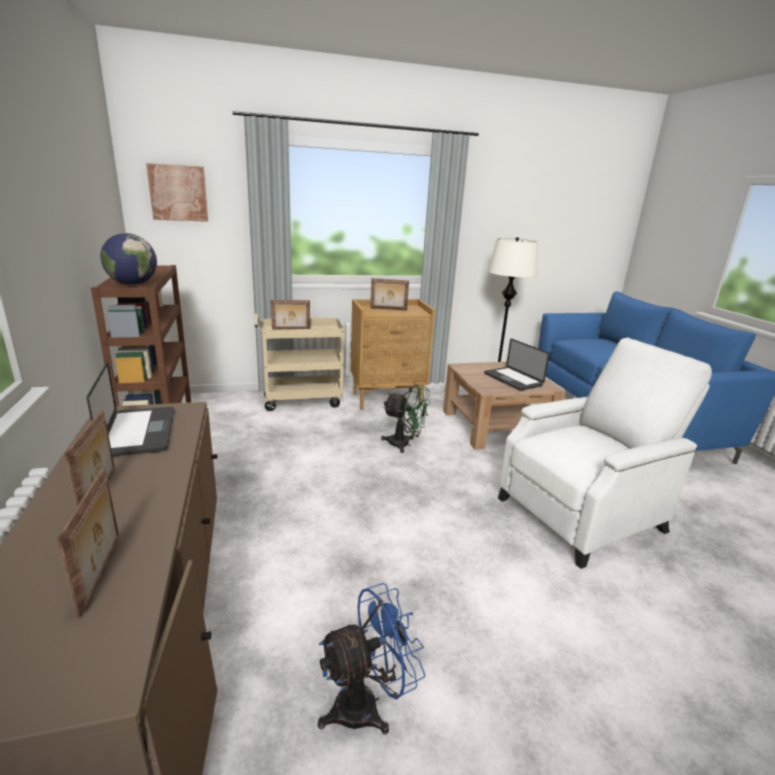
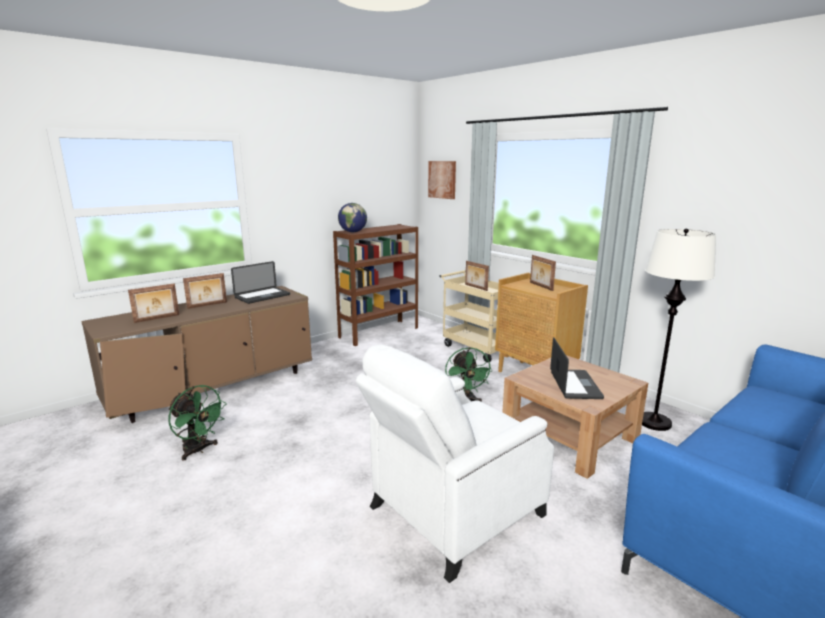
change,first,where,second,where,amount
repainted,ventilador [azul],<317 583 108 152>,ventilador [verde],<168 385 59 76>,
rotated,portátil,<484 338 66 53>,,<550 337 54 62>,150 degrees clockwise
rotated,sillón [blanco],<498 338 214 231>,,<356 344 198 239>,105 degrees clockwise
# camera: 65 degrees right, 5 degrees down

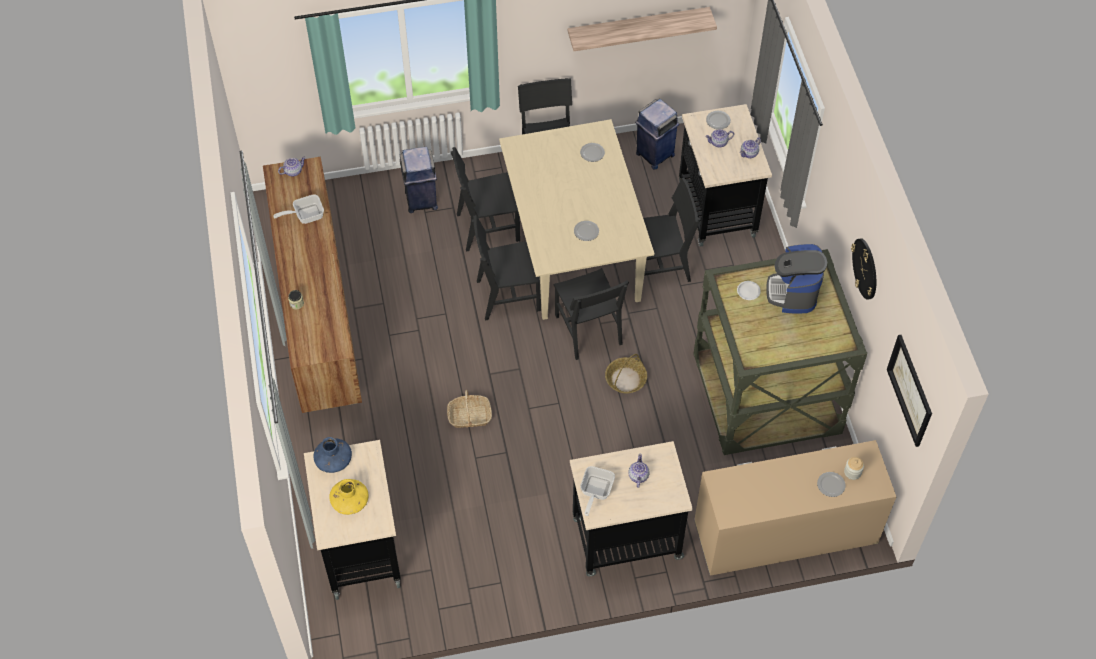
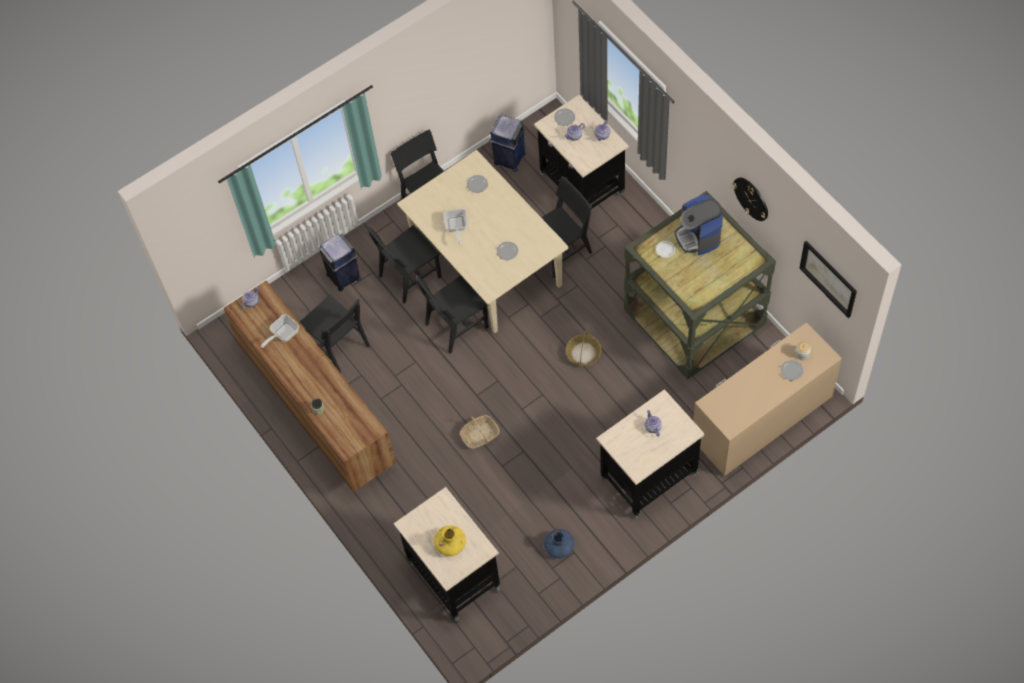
change,first,where,second,where,amount
shifted,florero [azul],<313 437 39 36>,,<544 529 30 29>,
shifted,silla [negro],<554 268 75 92>,,<299 294 71 79>,
gone,estante,<568 7 149 44>,,,
shifted,sartén,<580 466 35 50>,,<444 208 24 36>,
# camera: 20 degrees left, 5 degrees up

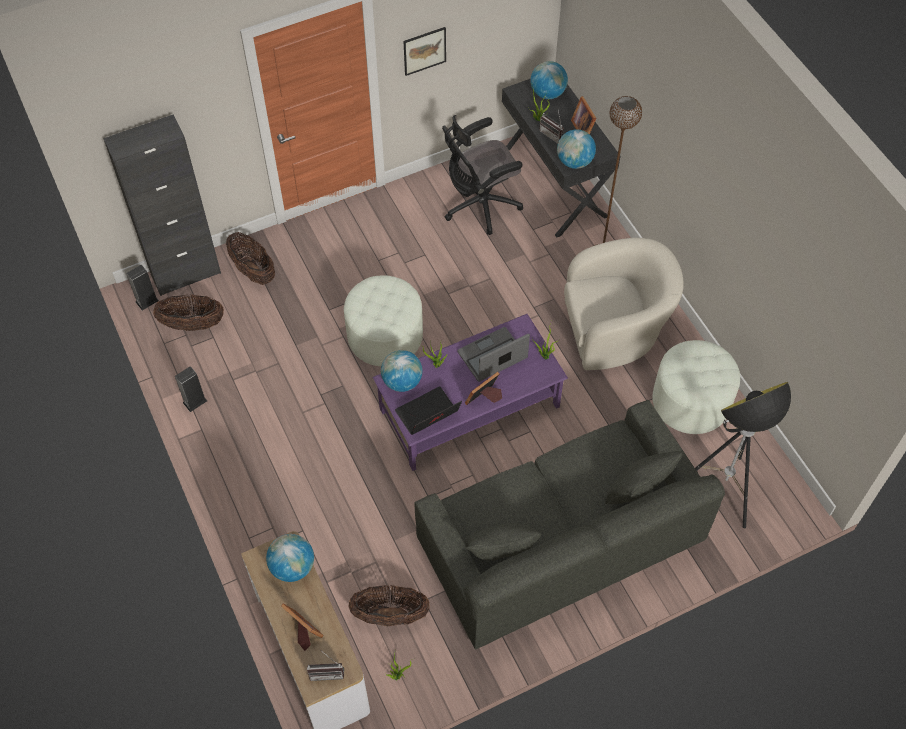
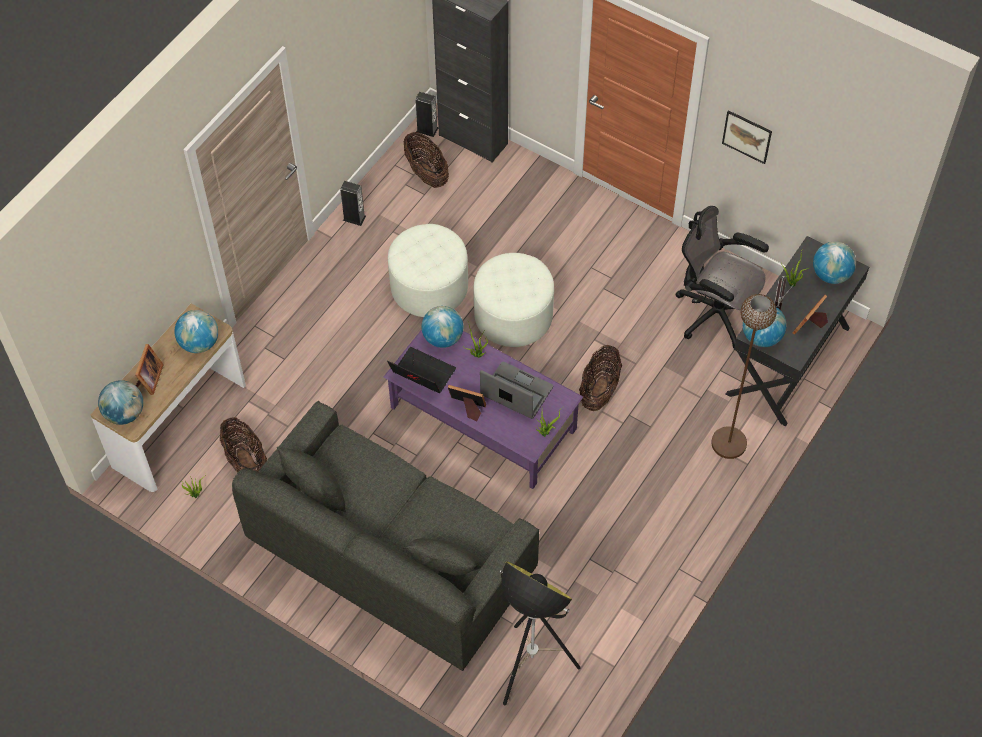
change,first,where,second,where,amount
shifted,cesta,<226 232 49 53>,,<579 345 43 66>,
swapped,radio,<307 650 37 31>,globo terráqueo,<98 380 45 45>,
gone,sillón [beis],<564 238 120 132>,,,
shifted,puf [blanco],<652 340 88 94>,,<388 224 80 93>,
# camera: 60 degrees right, 0 degrees up

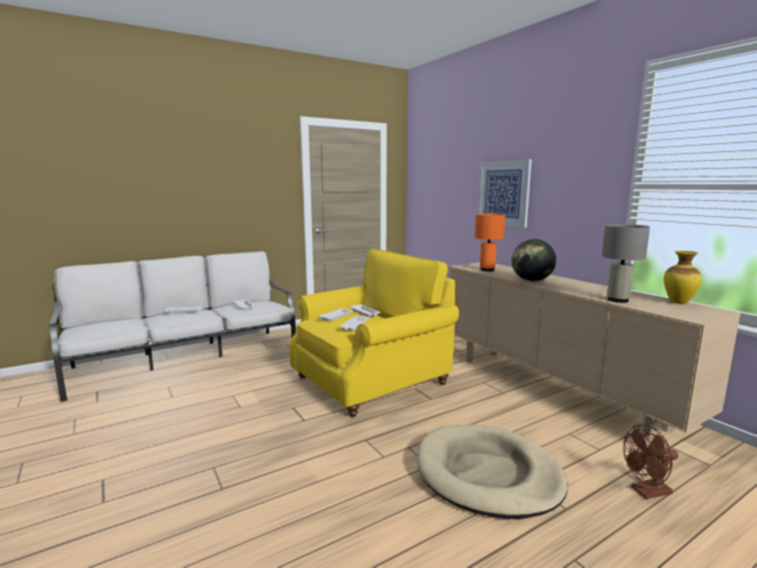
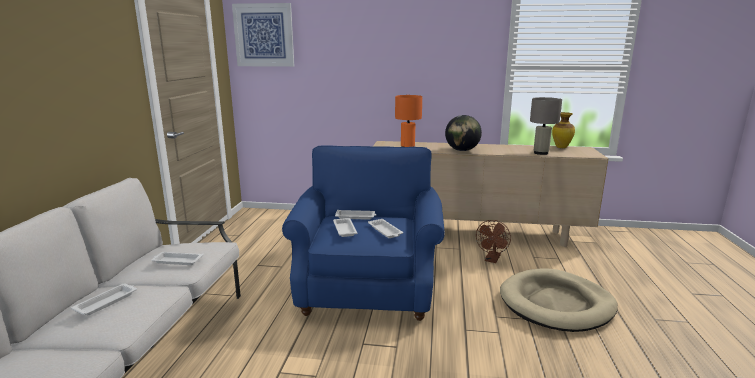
change,first,where,second,where,amount
repainted,sillón [amarillo],<289 248 170 169>,sillón [azul],<282 145 163 176>,
shifted,cuadro,<478 159 54 69>,,<232 3 63 64>,
shifted,ventilador [marrón],<623 424 55 75>,,<476 220 35 43>,
# camera: 50 degrees left, 5 degrees up

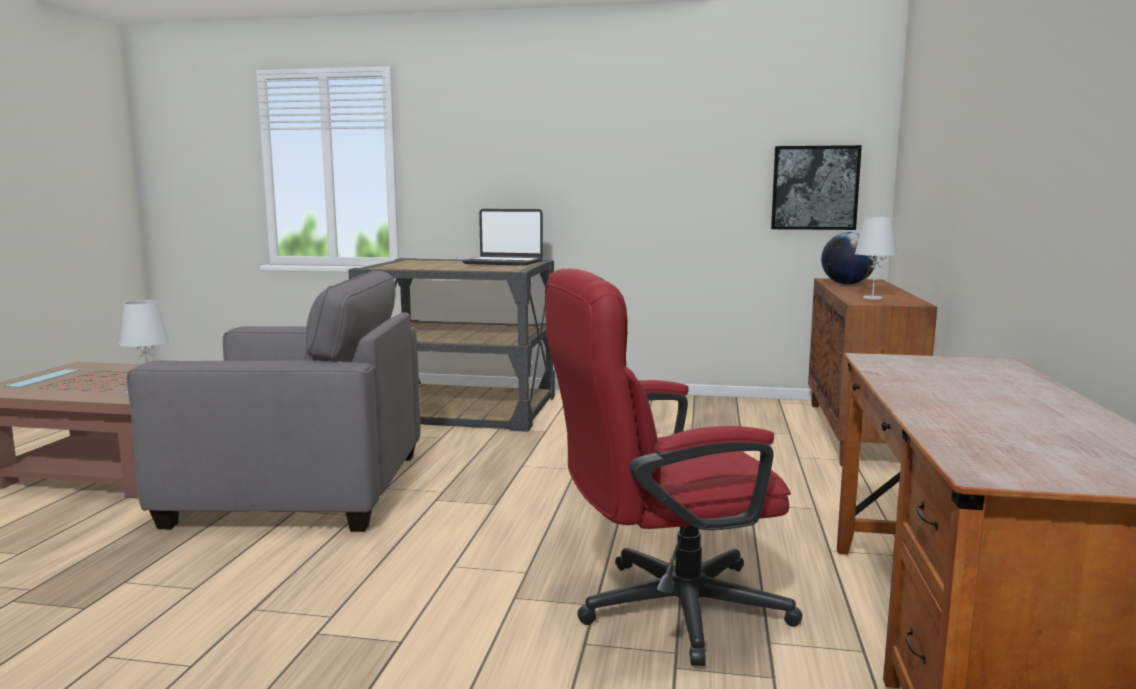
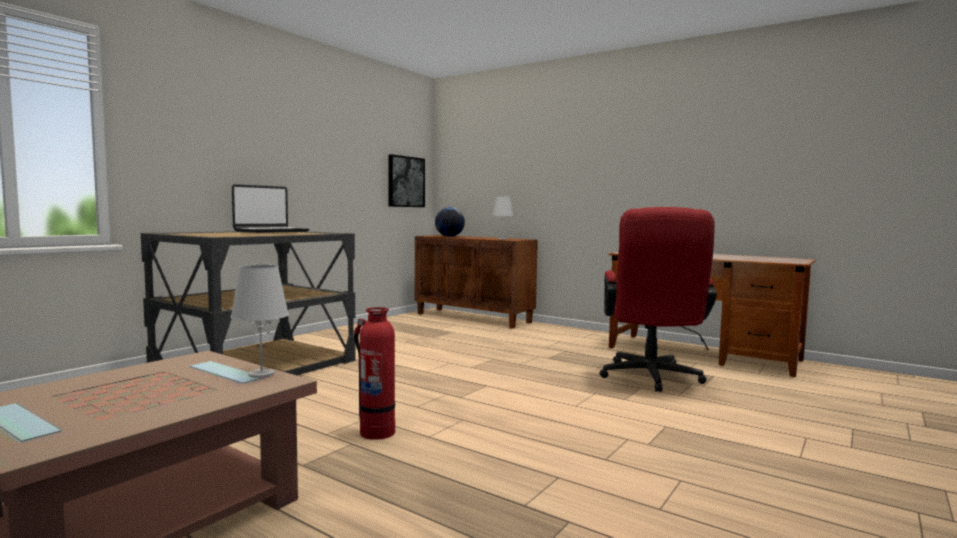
change,first,where,second,where,amount
swapped,sillón [gris],<127 270 294 262>,extintor,<354 307 41 133>,
# camera: 65 degrees left, 5 degrees down

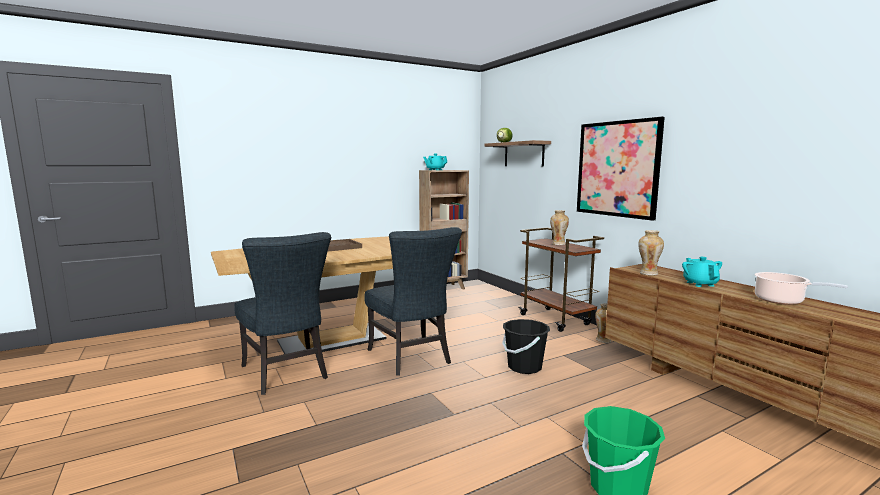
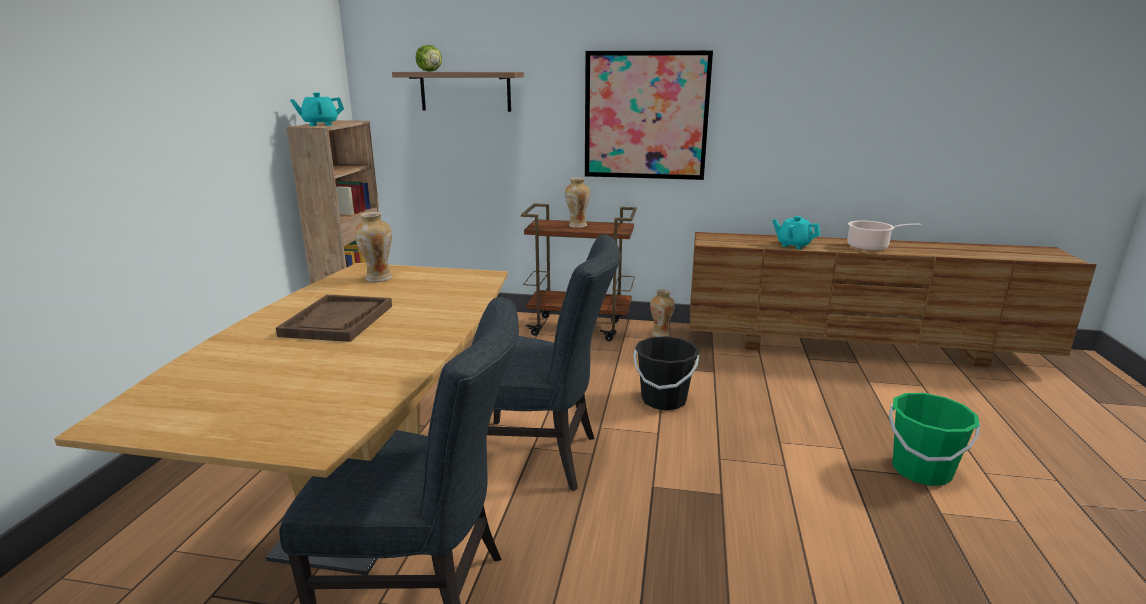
change,first,where,second,where,amount
shifted,florero,<638 230 26 46>,,<354 212 38 70>,
# camera: 50 degrees left, 10 degrees up

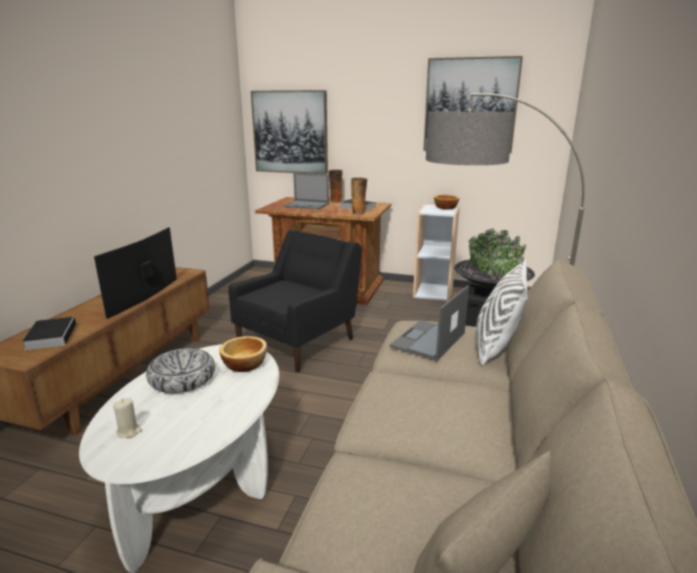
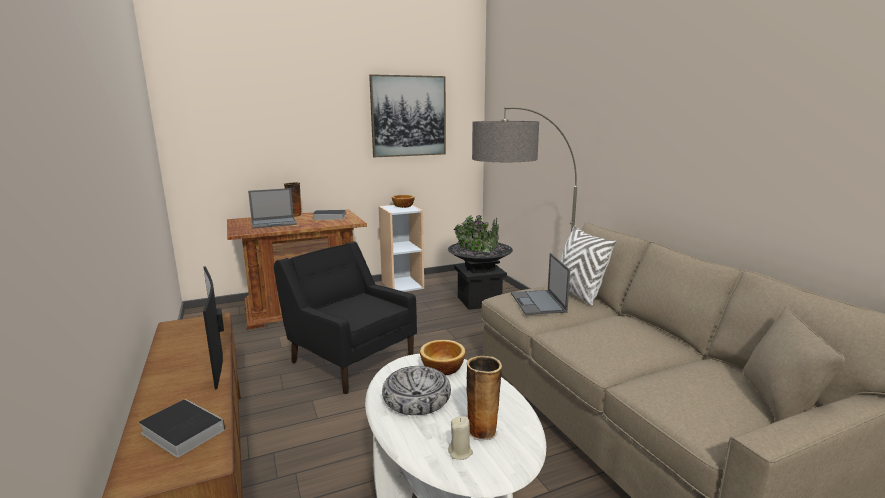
change,first,where,second,where,amount
rotated,sillón [negro],<228 230 134 142>,,<274 241 143 153>,45 degrees counterclockwise
gone,cuadro,<251 90 77 84>,,,
shifted,florero,<351 177 16 38>,,<467 356 35 85>,
# camera: 40 degrees left, 5 degrees down

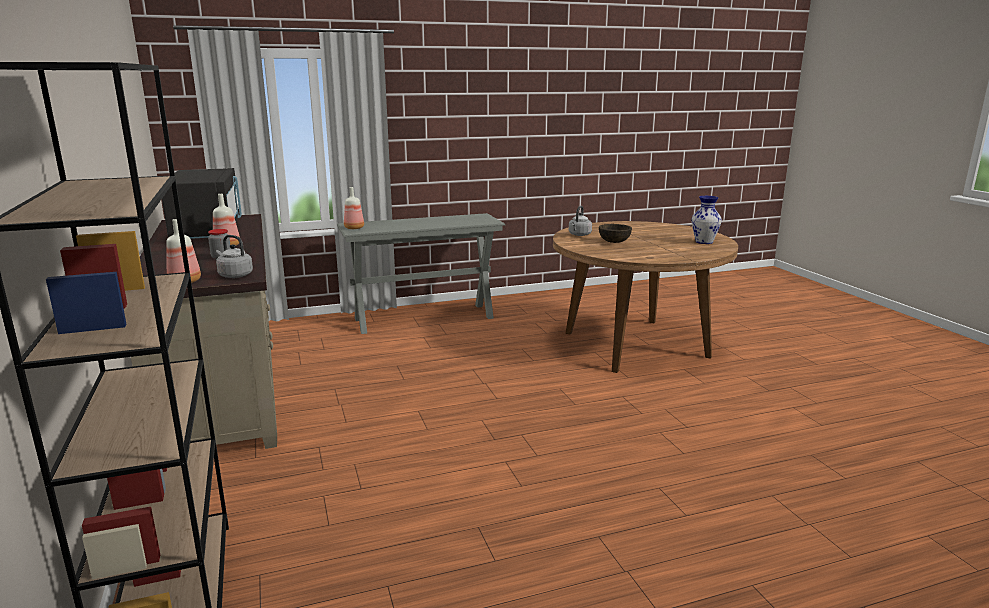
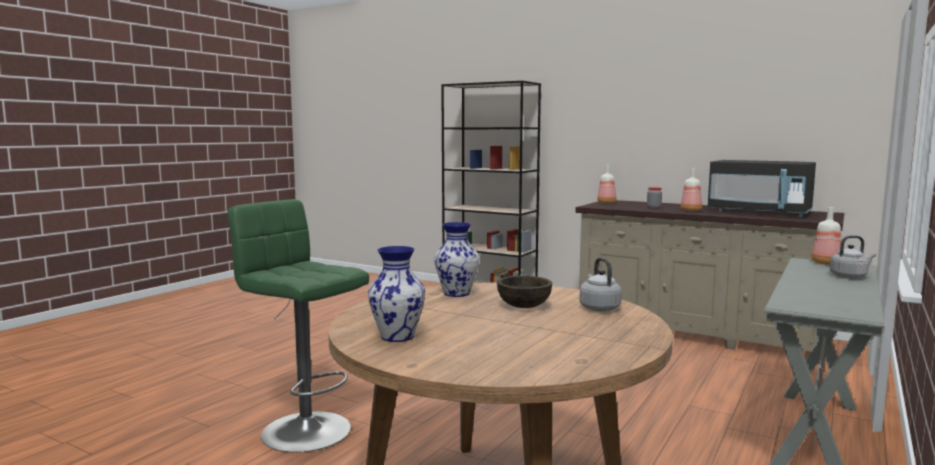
change,first,where,second,where,amount
shifted,hervidor [gris],<216 235 37 43>,,<829 235 47 43>,
new,,,taburete [verde],<228 199 141 253>,
new,,,florero,<434 222 45 75>,
# camera: 140 degrees right, 10 degrees down

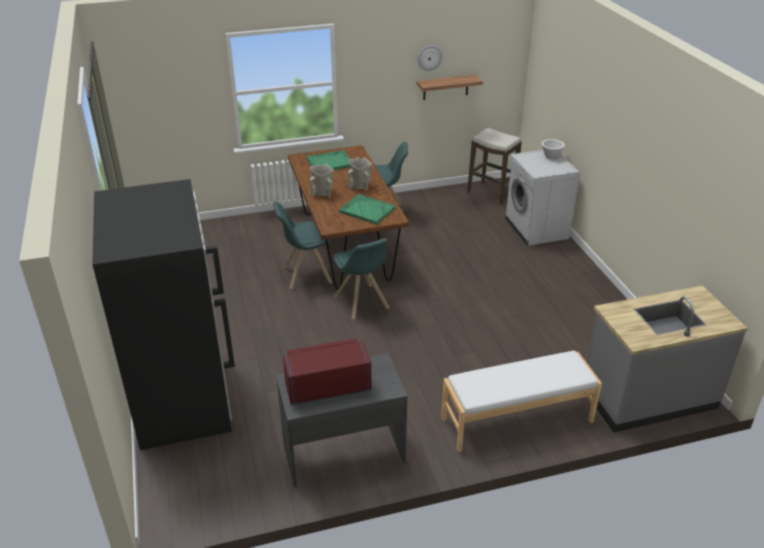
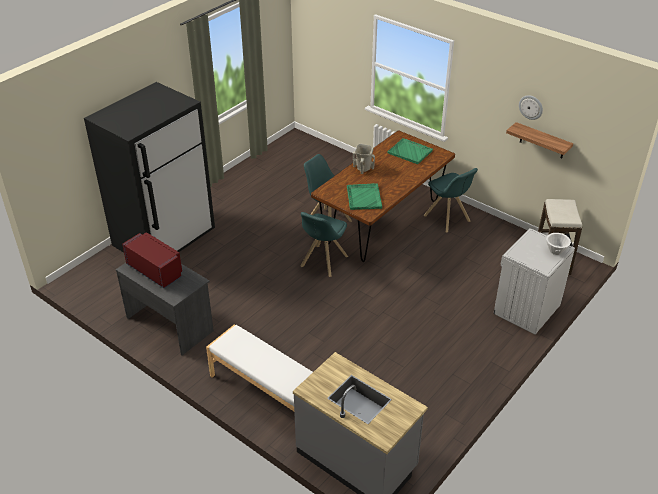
change,first,where,second,where,amount
gone,florero [beis],<348 157 24 34>,,,
# camera: 55 degrees right, 5 degrees up

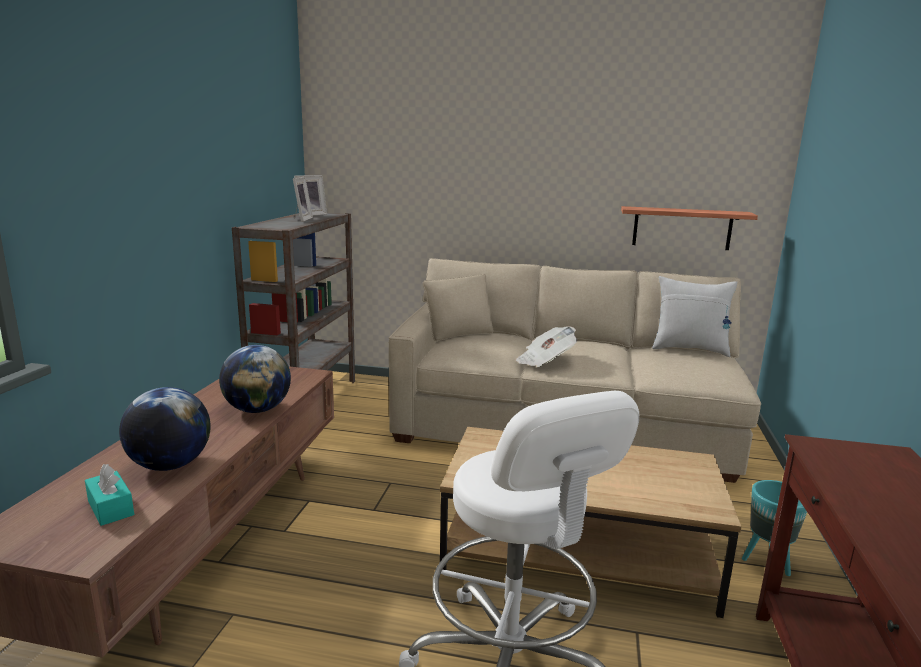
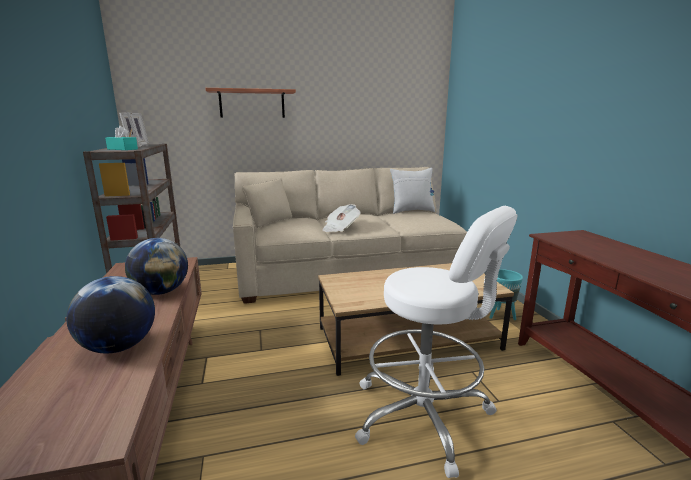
change,first,where,second,where,amount
shifted,caja de pañuelos [turquesa],<85 464 49 62>,,<105 126 33 24>,
shifted,estante,<621 206 137 44>,,<205 88 91 30>,
# camera: 25 degrees left, 0 degrees up

